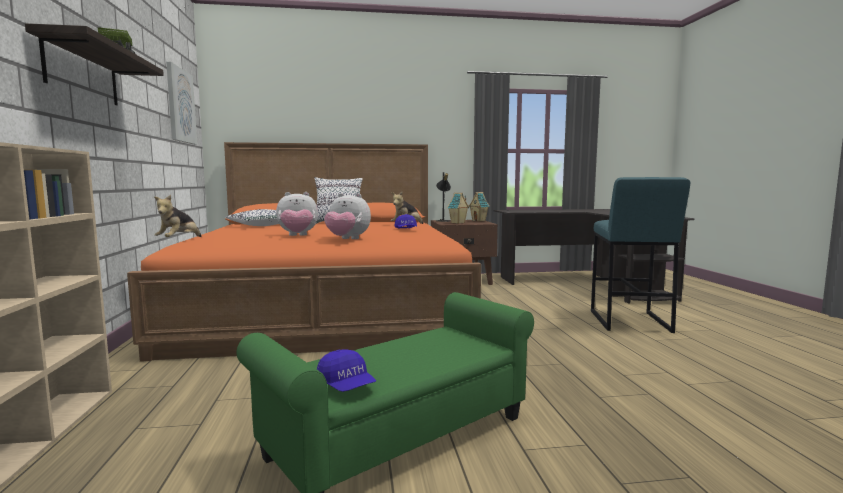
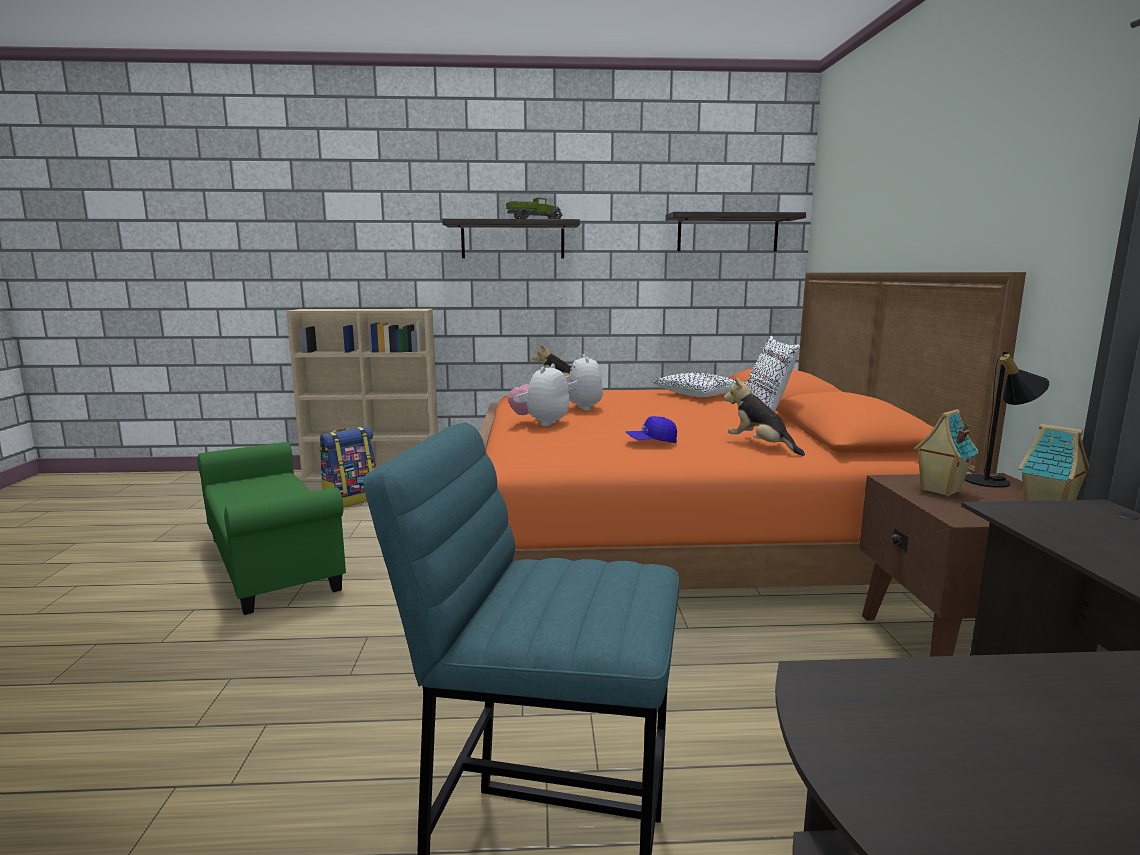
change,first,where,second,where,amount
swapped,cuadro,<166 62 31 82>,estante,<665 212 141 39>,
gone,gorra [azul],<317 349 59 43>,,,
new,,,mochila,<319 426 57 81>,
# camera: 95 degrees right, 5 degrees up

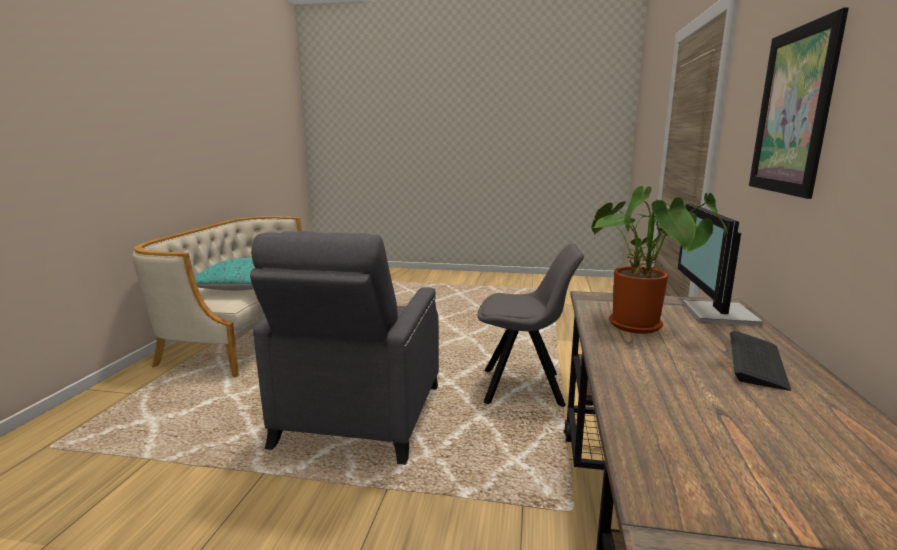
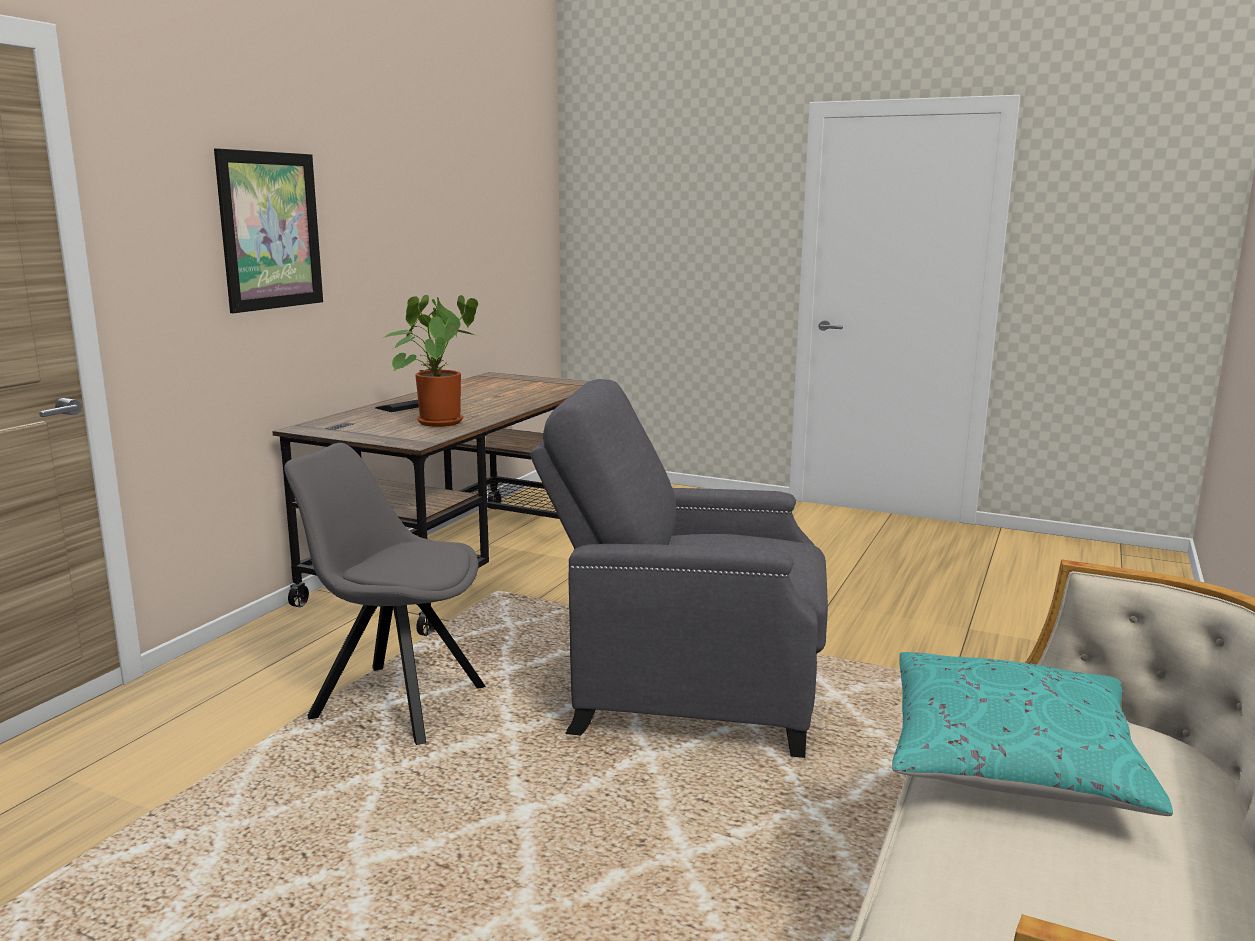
change,first,where,second,where,amount
rotated,sillón [gris],<250 231 189 234>,,<530 379 298 379>,105 degrees counterclockwise
gone,monitor,<678 204 86 121>,,,
# camera: 165 degrees left, 0 degrees up

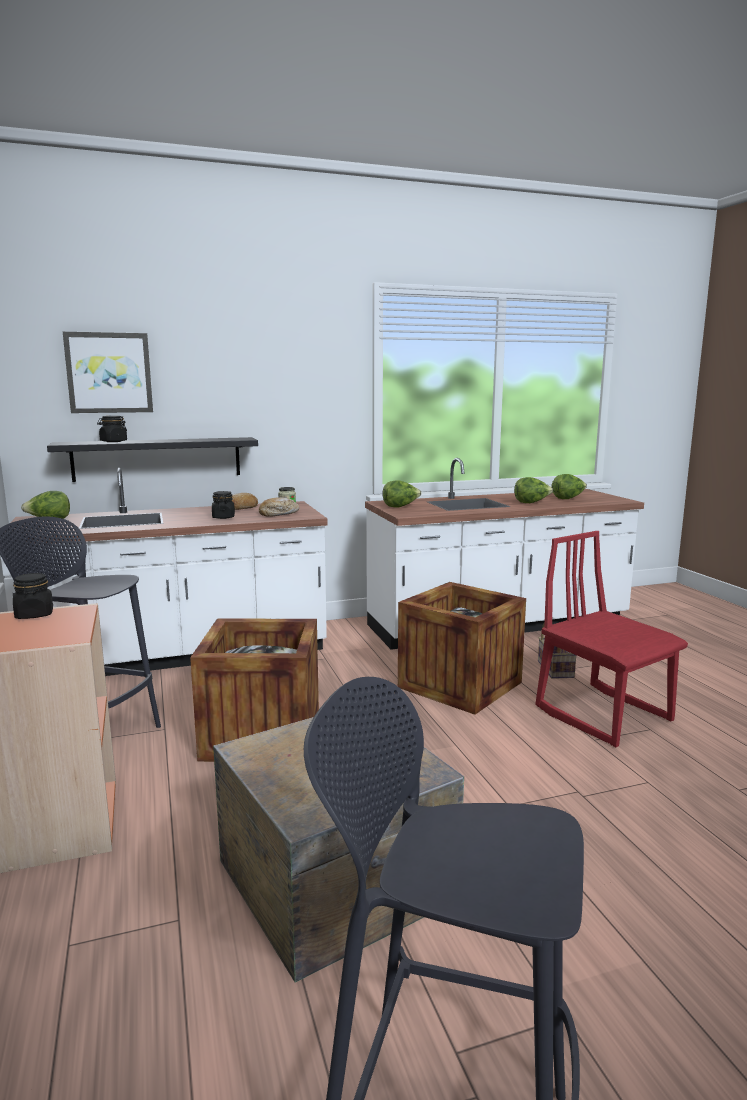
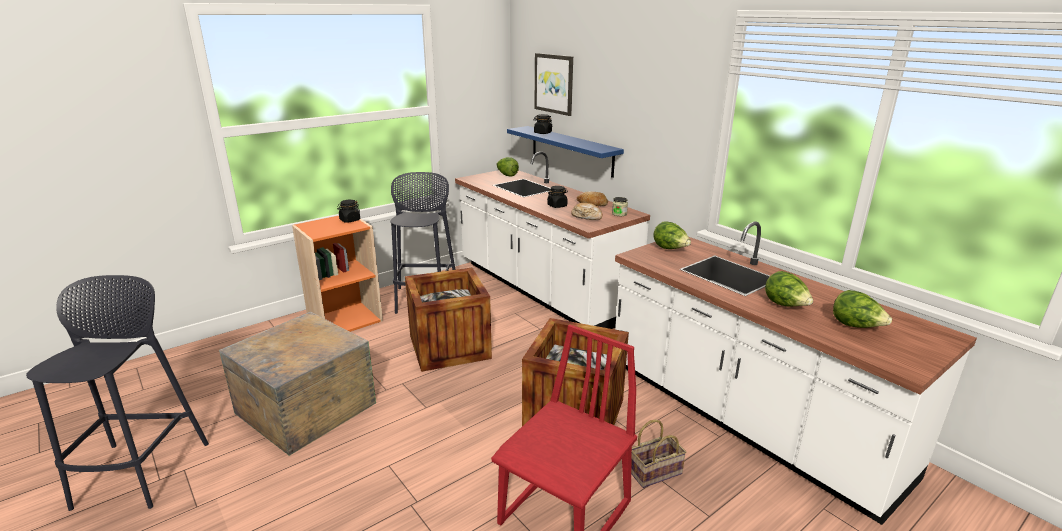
change,first,where,second,where,amount
repainted,estante [negro],<47 437 211 45>,estante [azul],<507 126 117 52>,
# camera: 70 degrees right, 10 degrees up

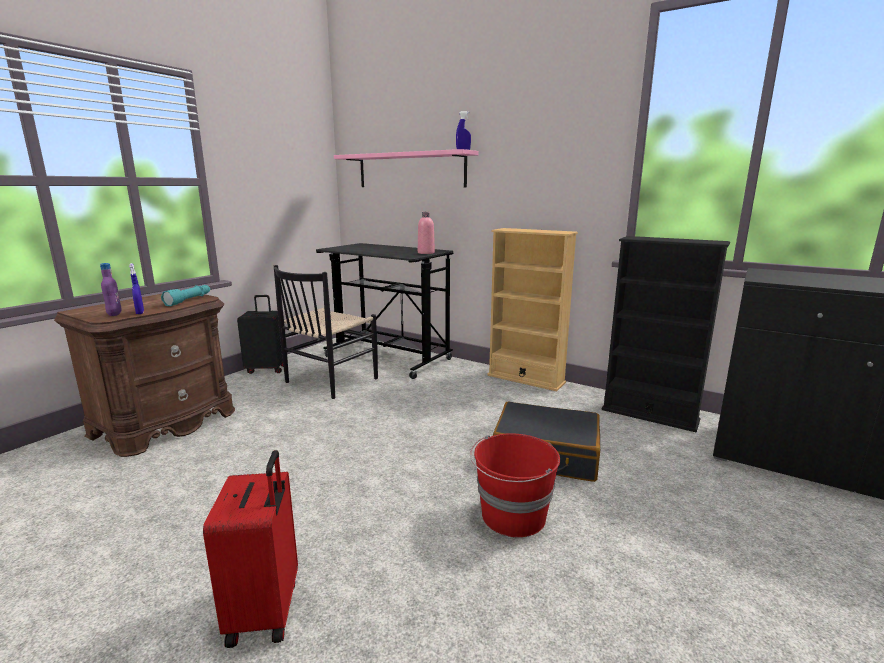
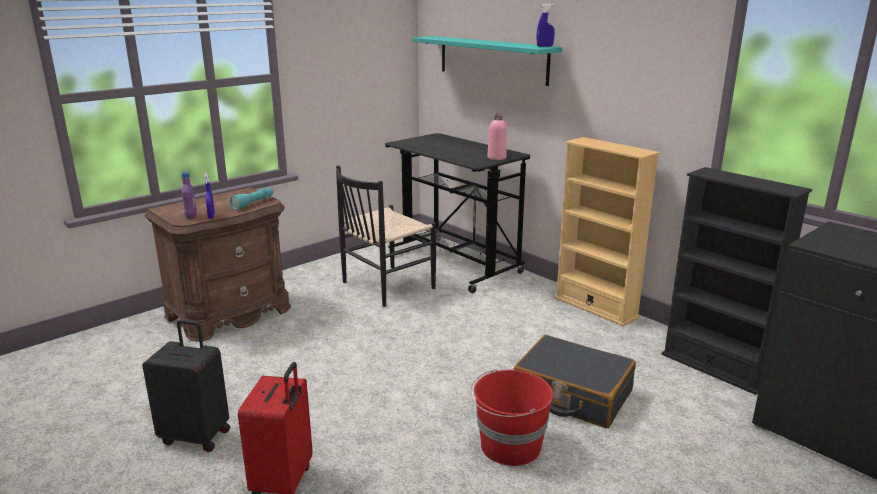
change,first,where,second,where,amount
shifted,maleta [negro],<237 295 46 79>,,<142 320 88 132>,
repainted,estante [rosa],<334 149 145 38>,estante [turquesa],<412 36 151 50>,
# camera: 15 degrees right, 5 degrees up

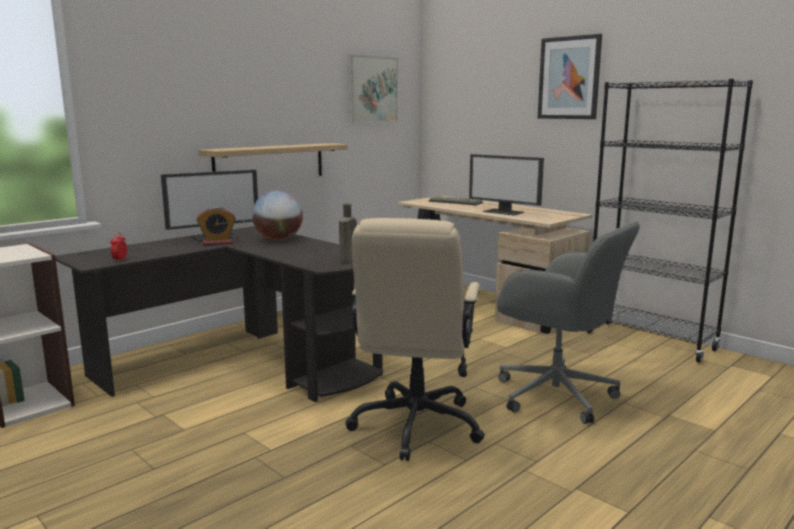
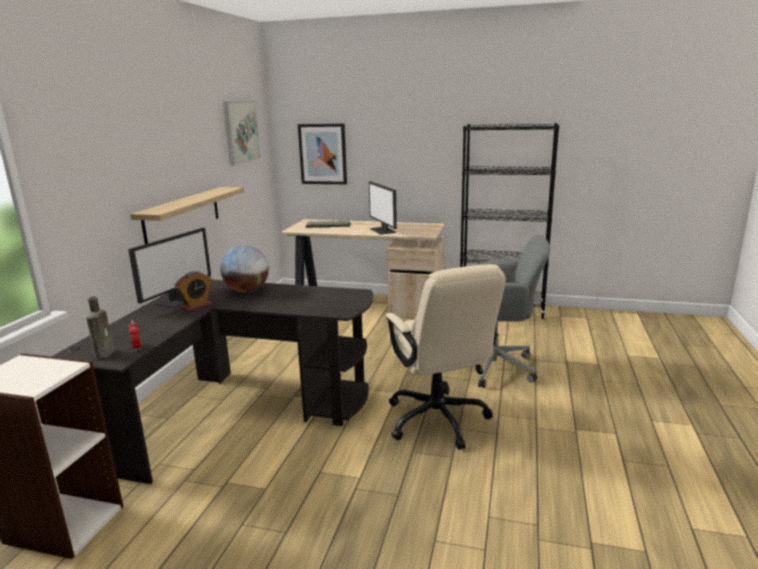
change,first,where,second,where,amount
shifted,botella [marrón],<339 204 18 59>,,<86 296 29 63>,
rotated,monitor,<469 154 75 61>,,<369 181 28 54>,60 degrees clockwise
shifted,cuadro,<538 34 64 85>,,<298 123 49 61>,
# camera: 30 degrees left, 5 degrees up

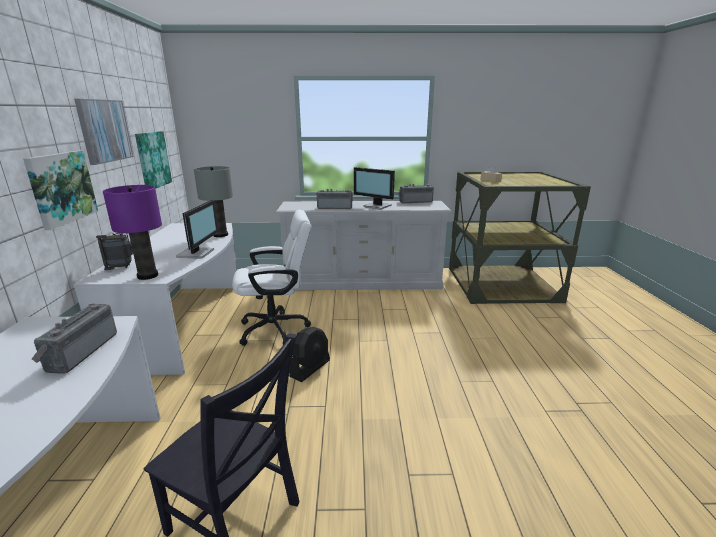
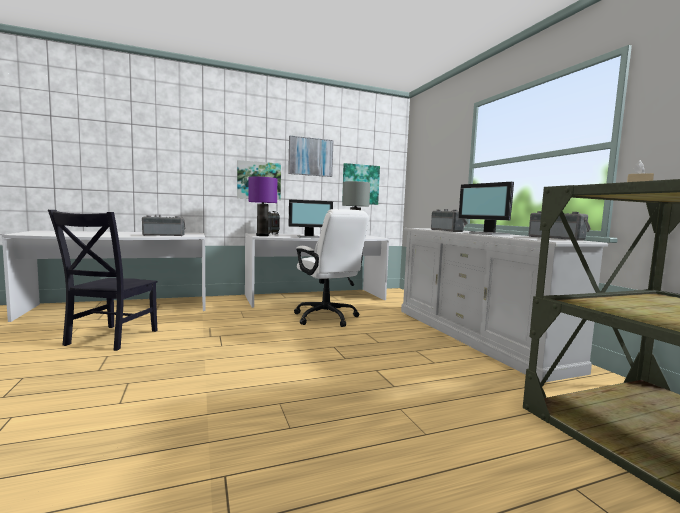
change,first,where,second,where,amount
gone,ventilador [negro],<289 327 41 55>,,,
rotated,monitor,<354 167 41 42>,,<458 182 56 53>,45 degrees counterclockwise
# camera: 70 degrees right, 15 degrees down

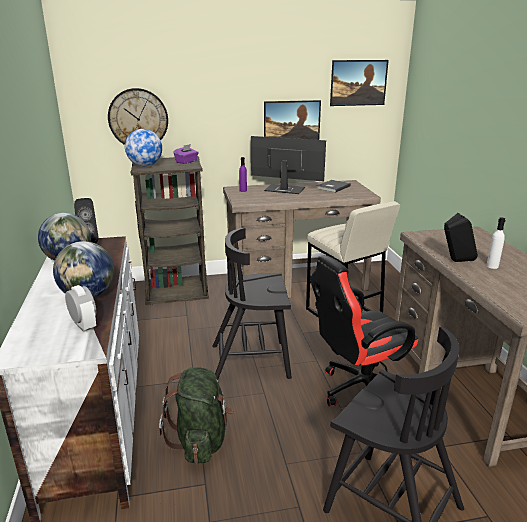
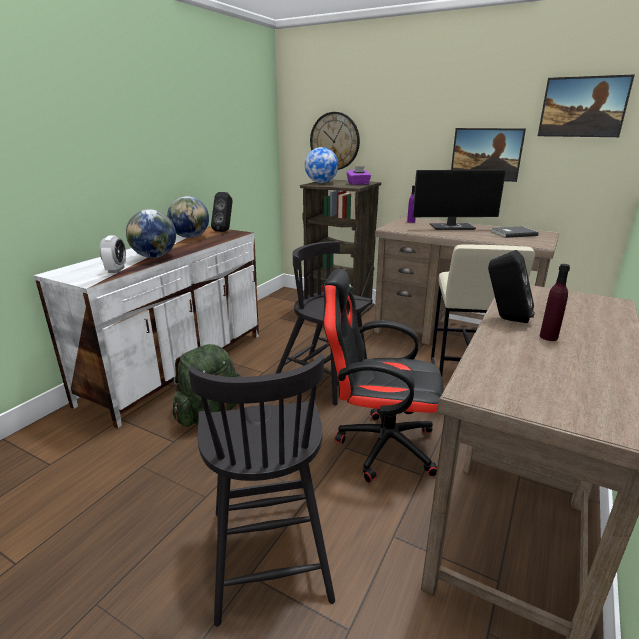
change,first,where,second,where,amount
rotated,monitor,<251 136 75 58>,,<413 170 93 60>,120 degrees clockwise
repainted,botella [blanco],<486 217 19 52>,botella [morado],<539 264 31 77>,
# camera: 40 degrees right, 0 degrees up

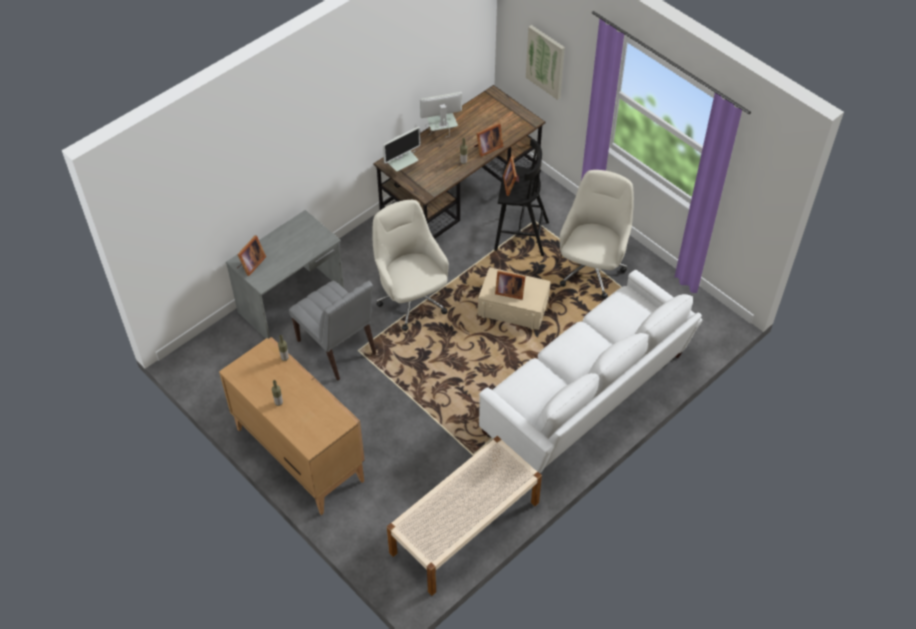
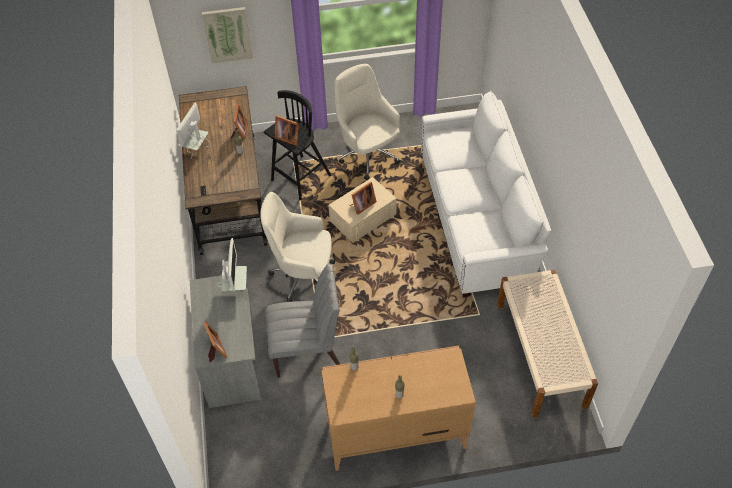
change,first,where,second,where,amount
shifted,monitor,<383 127 38 44>,,<217 238 30 53>,
# camera: 55 degrees left, 0 degrees up

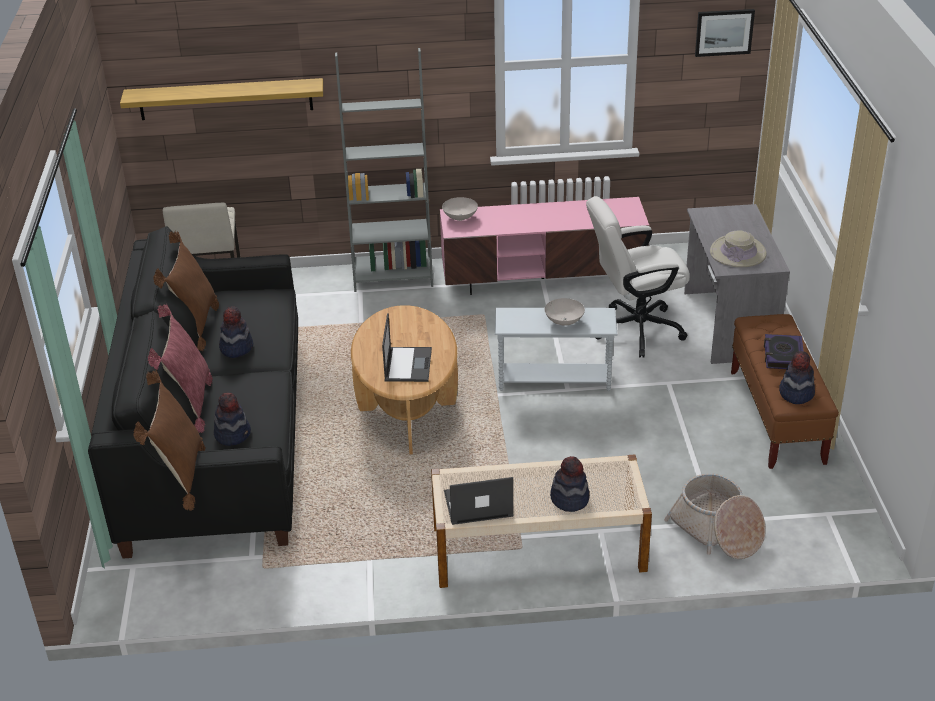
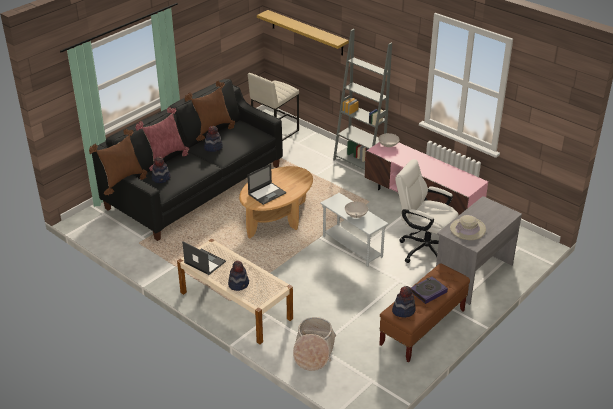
change,first,where,second,where,amount
gone,cuadro,<695 9 60 48>,,,
# camera: 45 degrees right, 0 degrees up

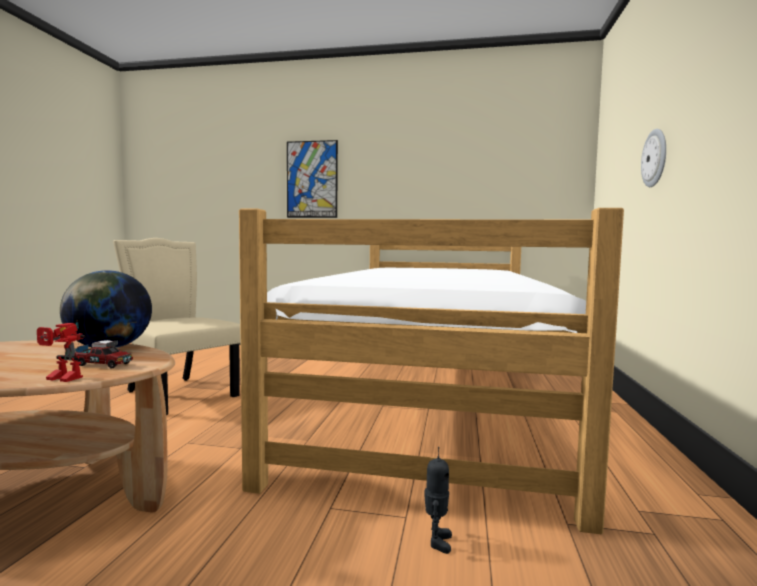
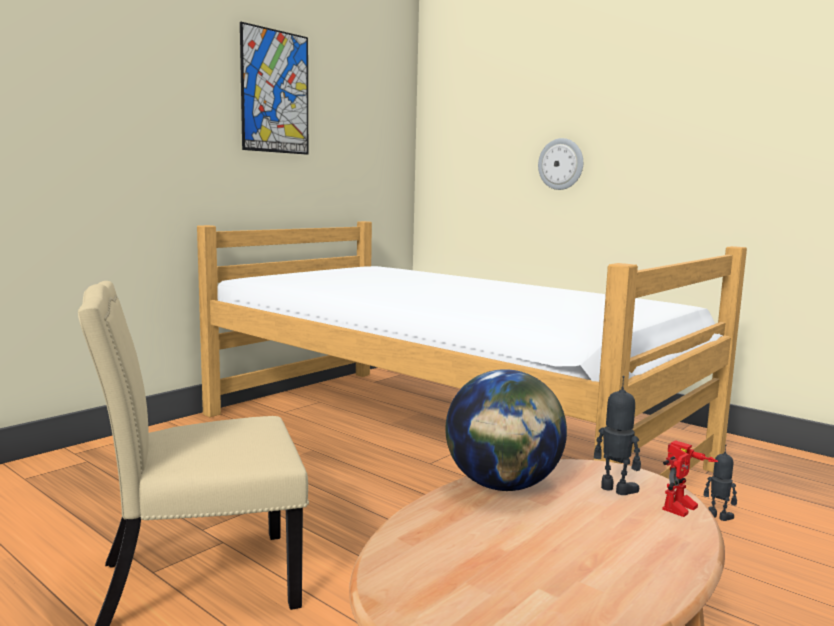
change,first,where,second,where,amount
swapped,camión de juguete,<74 322 59 47>,robot de juguete,<594 376 47 119>,
shifted,cuadro,<287 140 51 78>,,<240 22 68 133>,
# camera: 60 degrees left, 5 degrees up

